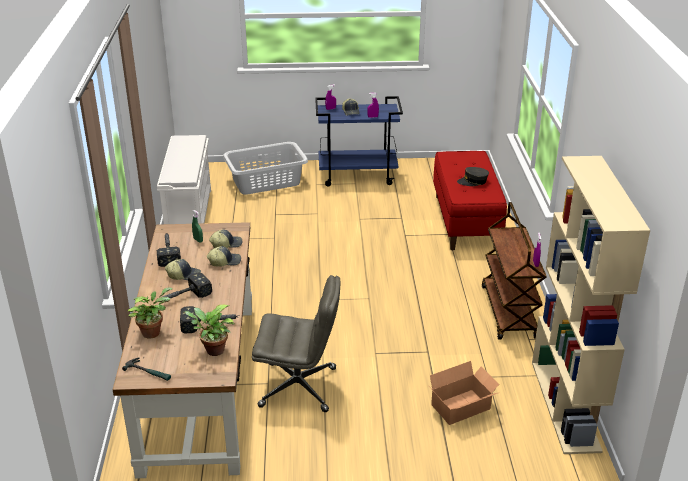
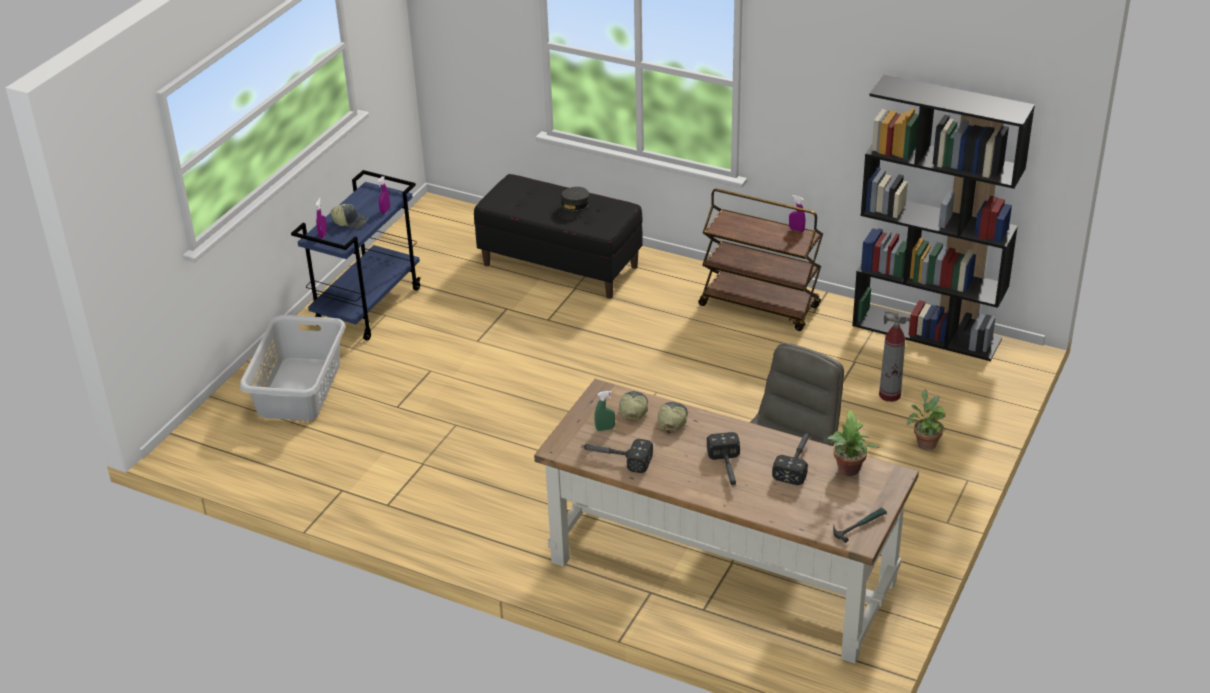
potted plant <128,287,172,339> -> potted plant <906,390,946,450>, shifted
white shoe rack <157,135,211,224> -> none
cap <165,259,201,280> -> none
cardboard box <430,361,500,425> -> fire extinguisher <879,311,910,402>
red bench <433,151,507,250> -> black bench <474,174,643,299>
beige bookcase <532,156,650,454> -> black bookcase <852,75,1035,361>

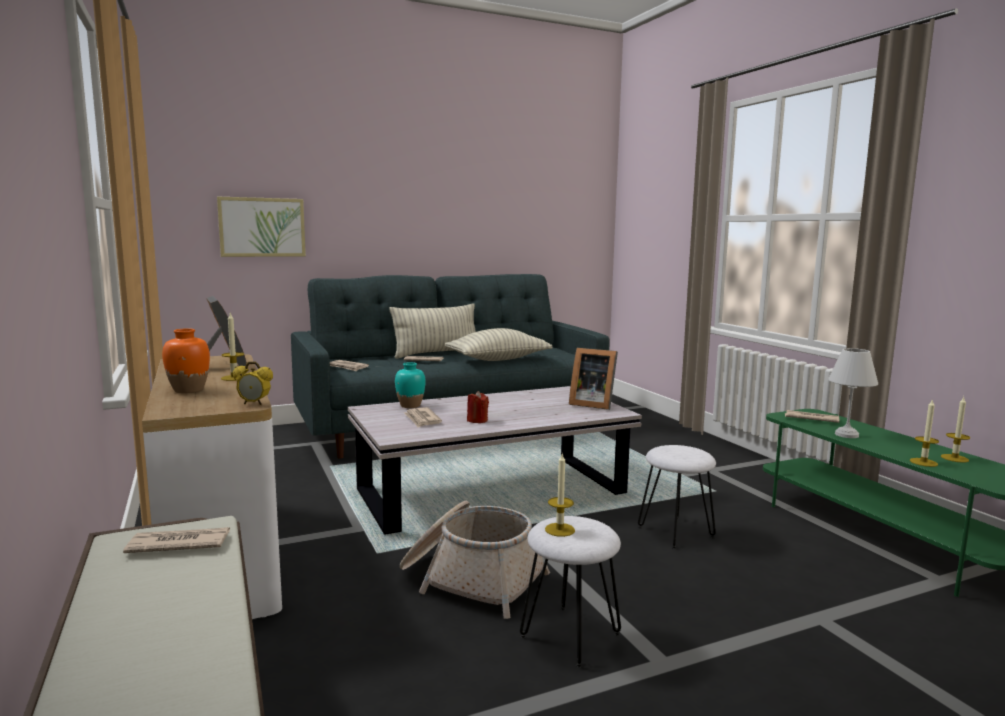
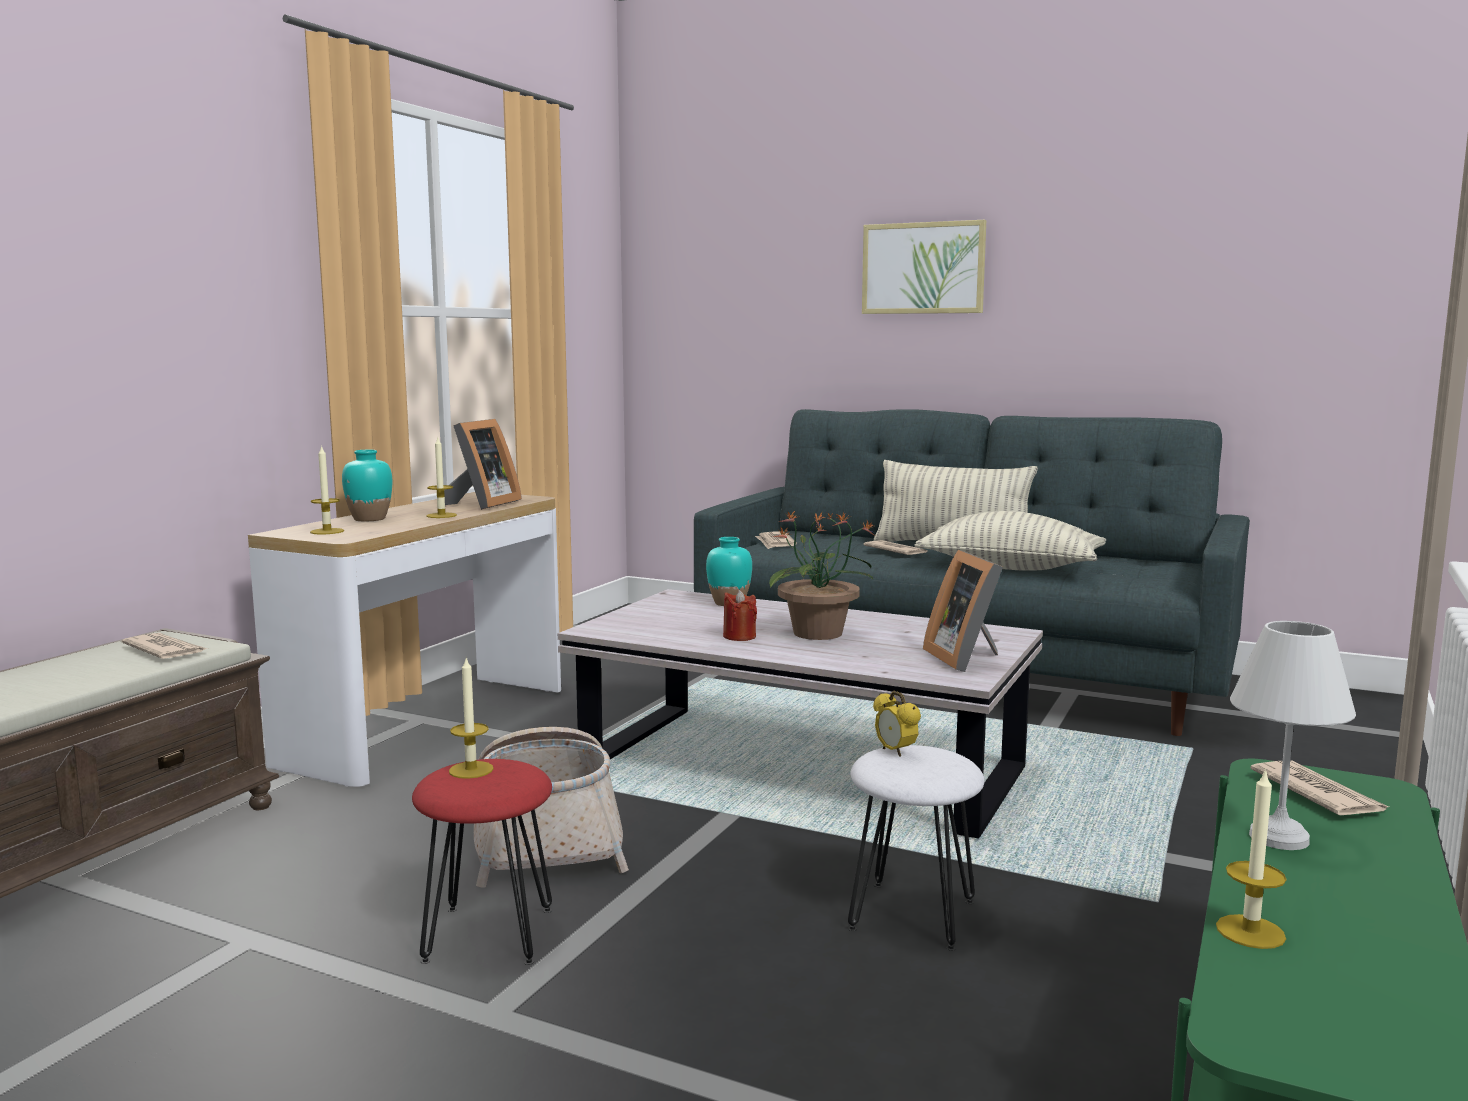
orange vase <162,328,210,393> -> turquoise vase <342,450,392,521>
picture <217,196,306,257> -> picture <862,220,986,314>, shifted
alarm clock <233,362,273,405> -> alarm clock <873,691,921,757>, shifted
newspaper <404,407,442,428> -> none
white stool <520,516,621,668> -> red stool <412,759,552,965>
candle <941,397,970,463> -> candle <310,445,344,534>, shifted
none -> potted plant <769,512,875,640>

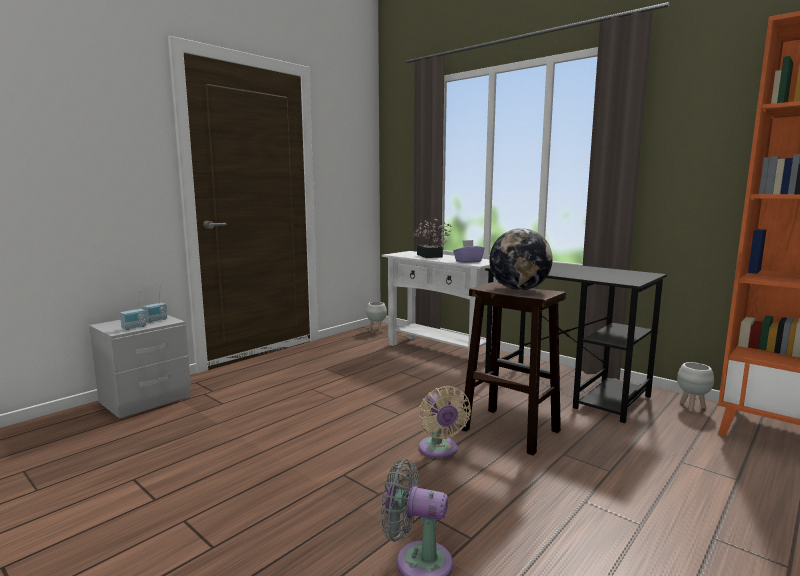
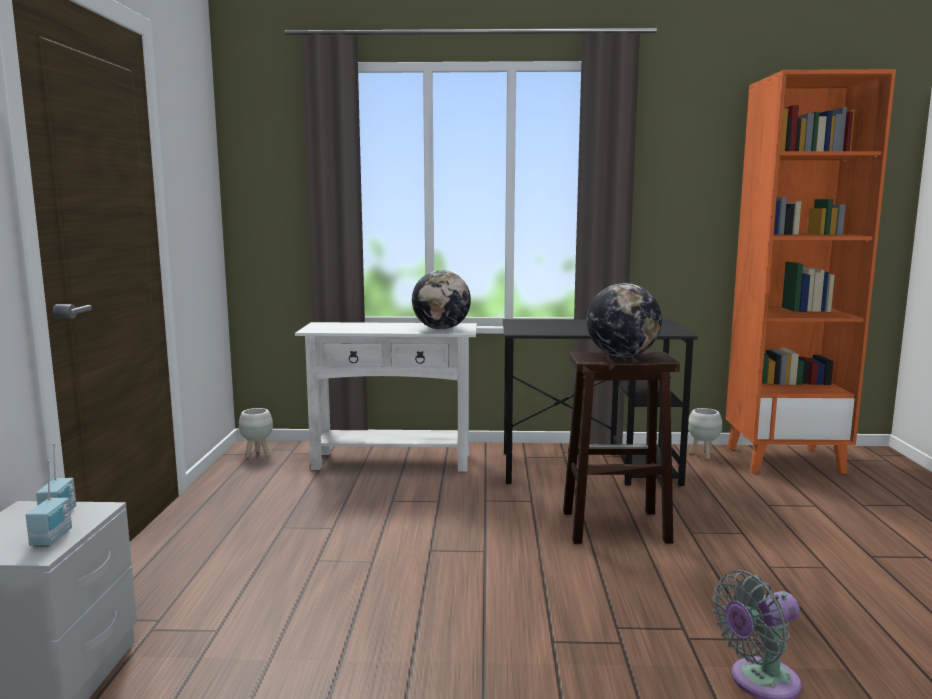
potted plant <412,219,452,258> -> none
beige fan <418,386,471,459> -> none
purple tissue box <453,240,484,263> -> globe <412,270,471,330>

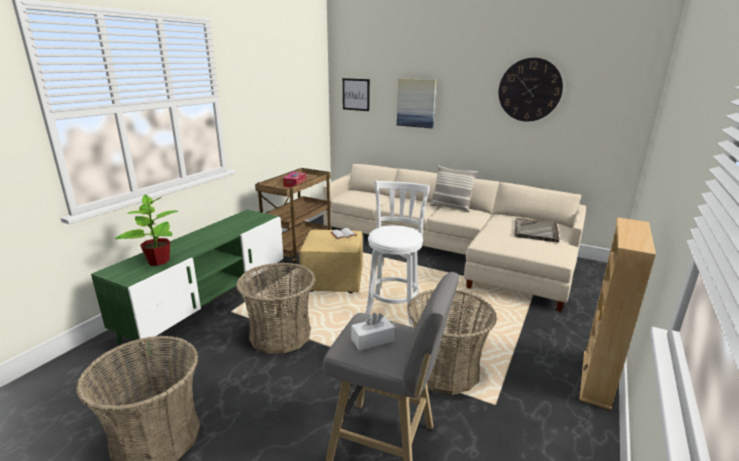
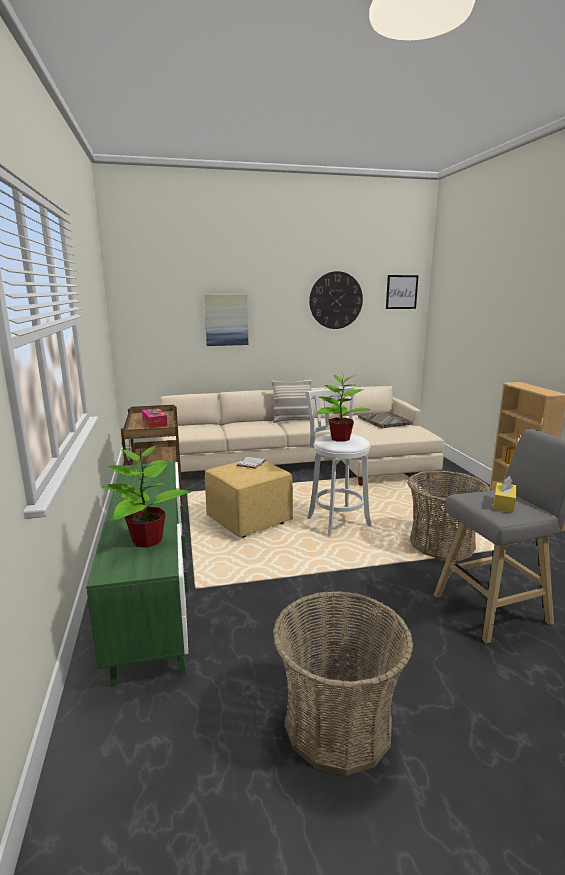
basket <236,263,315,354> -> none
picture <343,78,370,111> -> picture <386,275,419,309>, shifted
white tissue box <351,313,395,351> -> yellow tissue box <493,476,517,512>
none -> potted plant <316,372,371,442>

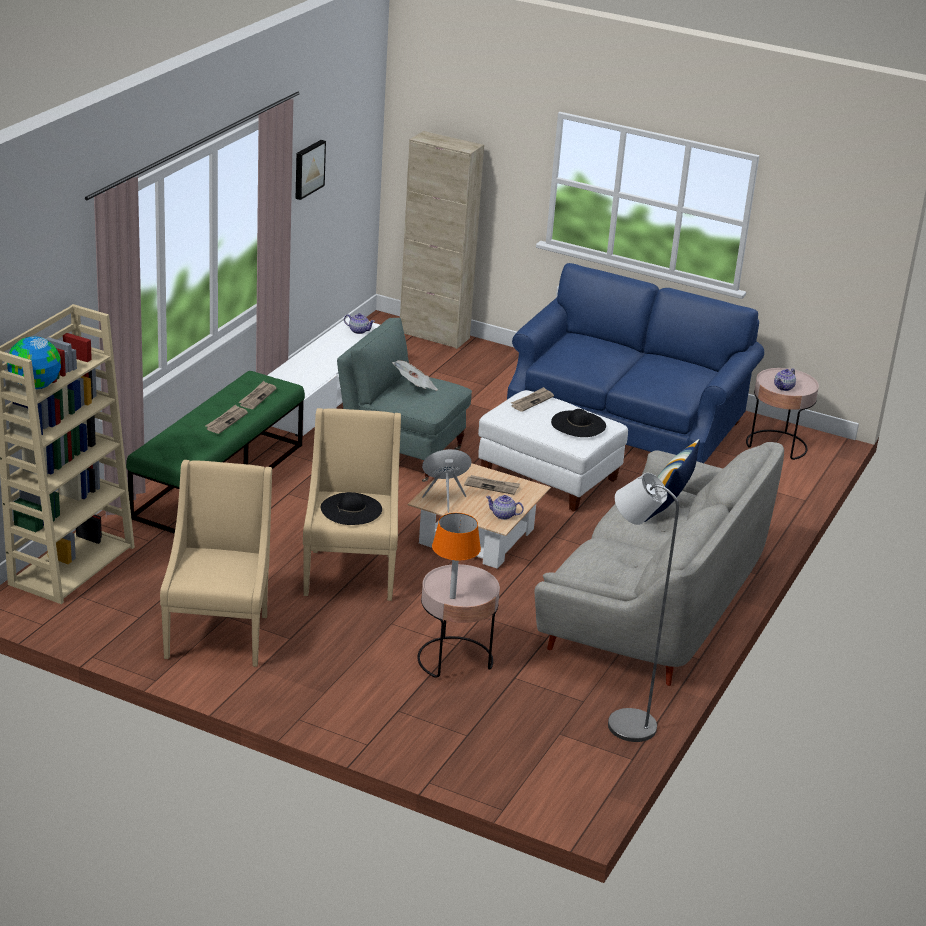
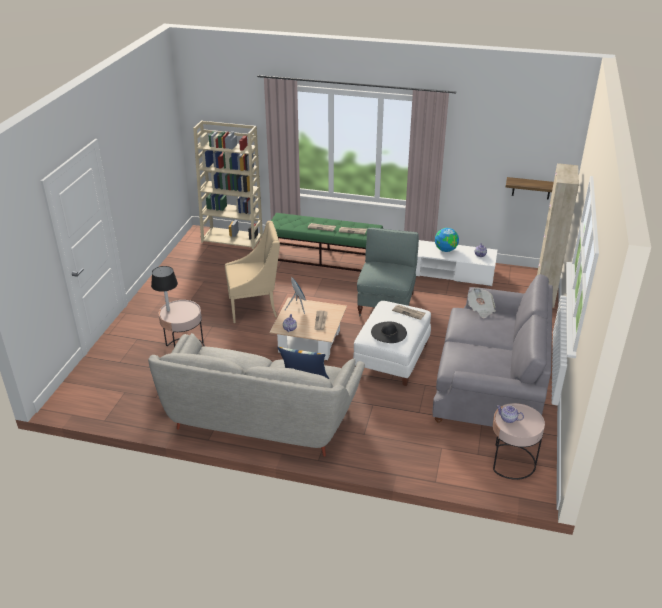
globe <7,337,61,389> -> globe <435,228,459,252>, shifted
beige armchair <160,460,272,667> -> none
picture <296,140,326,200> -> none
black hat <321,492,382,525> -> none
newspaper <392,360,438,390> -> newspaper <468,287,496,318>, shifted
orange table lamp <432,513,481,599> -> black table lamp <151,266,178,312>
blue sofa <507,263,764,463> -> grey sofa <433,274,553,427>
grey floor lamp <608,473,679,742> -> none
none -> shelf <506,177,554,200>

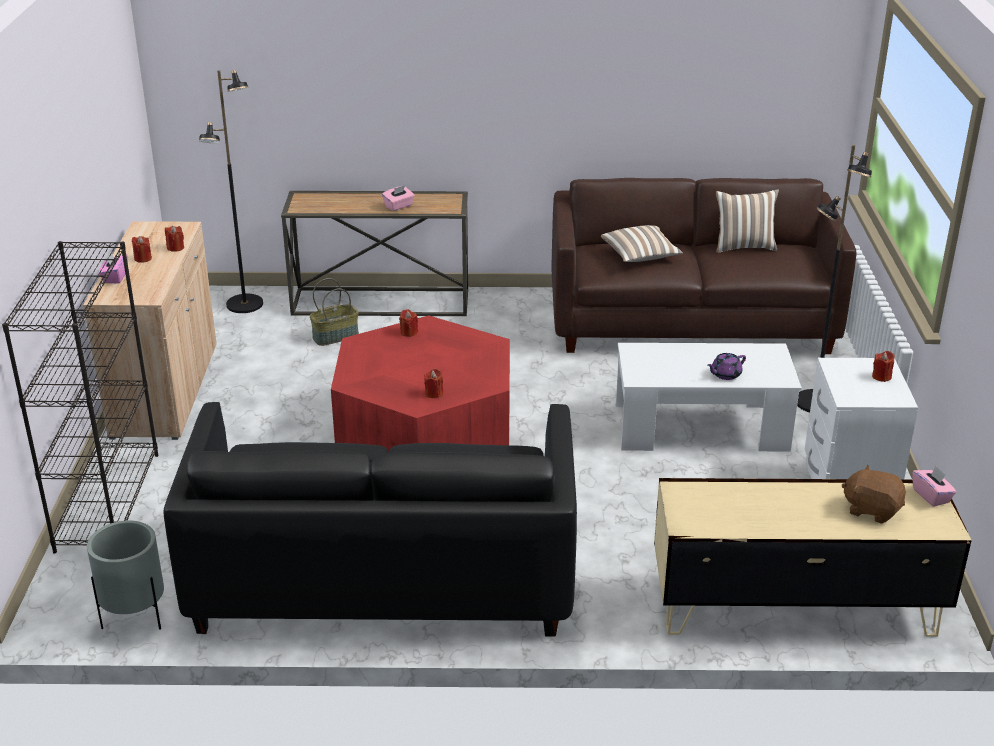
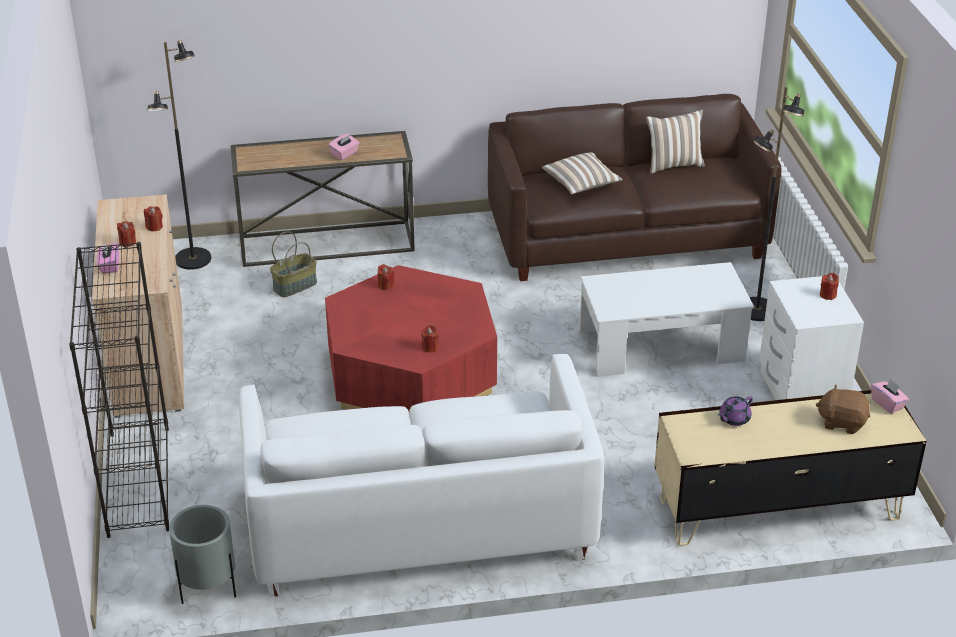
black sofa <164,402,577,636> -> white sofa <239,354,604,597>
purple teapot <707,353,746,380> -> purple teapot <718,396,753,426>, shifted

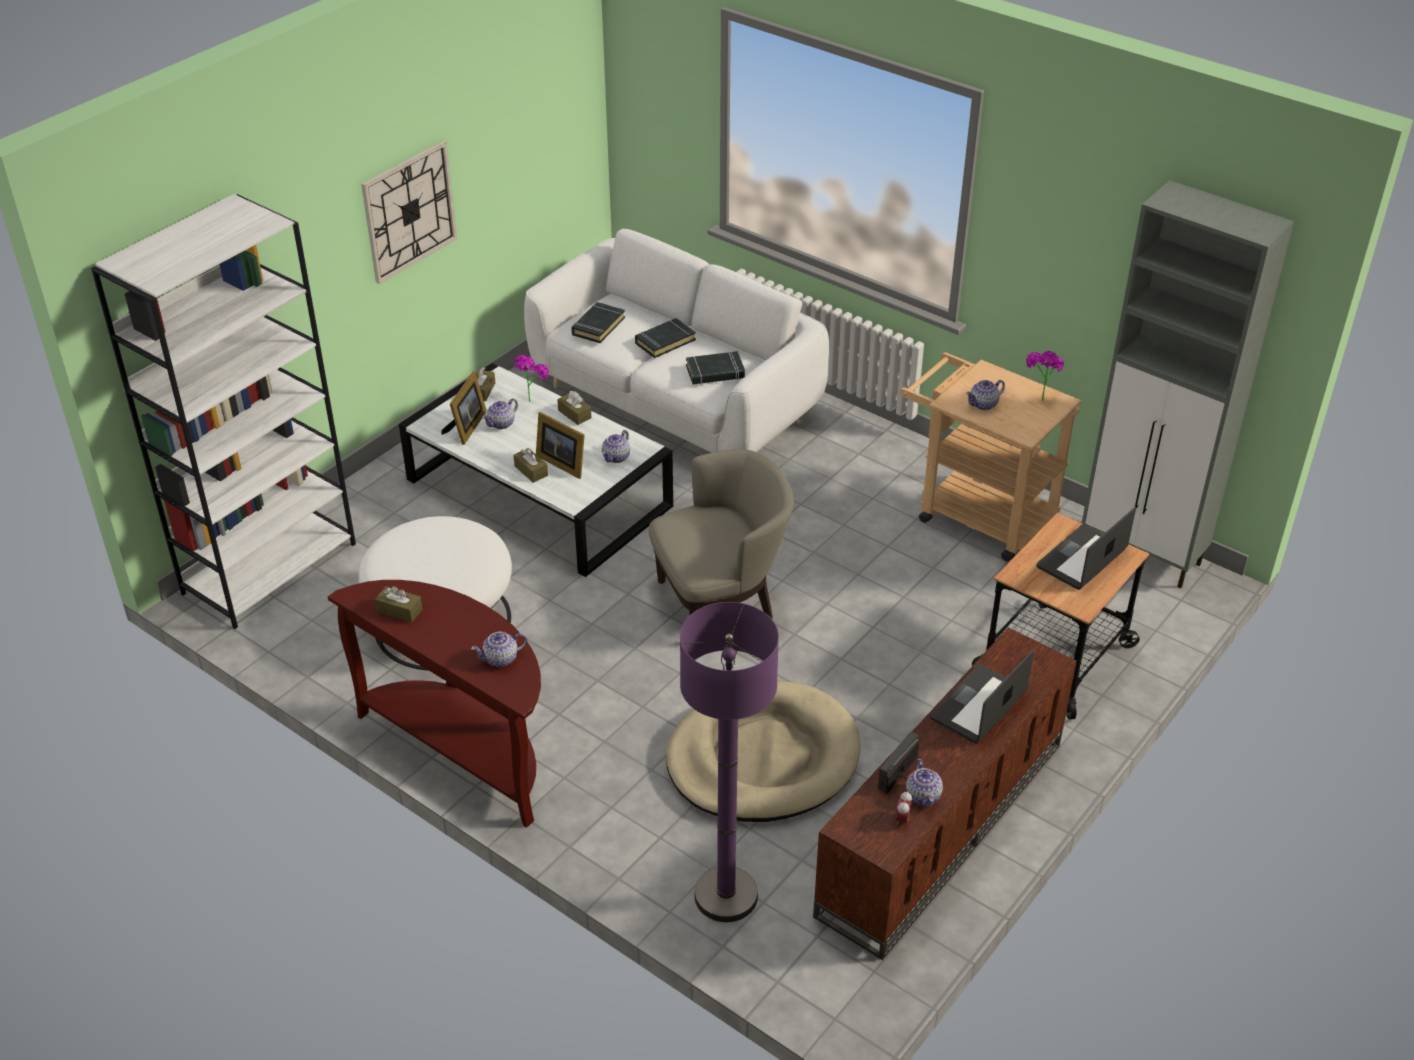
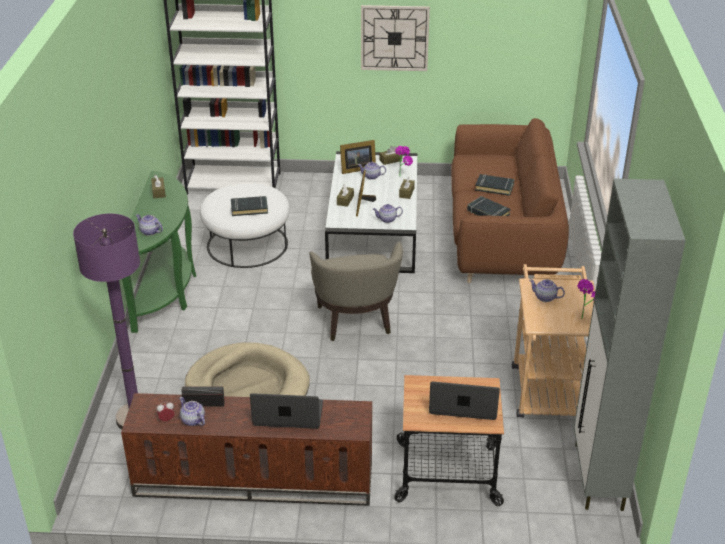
brown console table <328,580,541,827> -> green console table <122,171,196,333>
white sofa <524,229,829,453> -> brown sofa <451,118,569,283>
black book <571,302,625,343> -> black book <231,196,268,216>, shifted
beige armchair <649,449,794,619> -> beige armchair <310,242,403,341>, 45 degrees clockwise
teapot <906,759,943,808> -> teapot <179,397,205,426>, 90 degrees clockwise

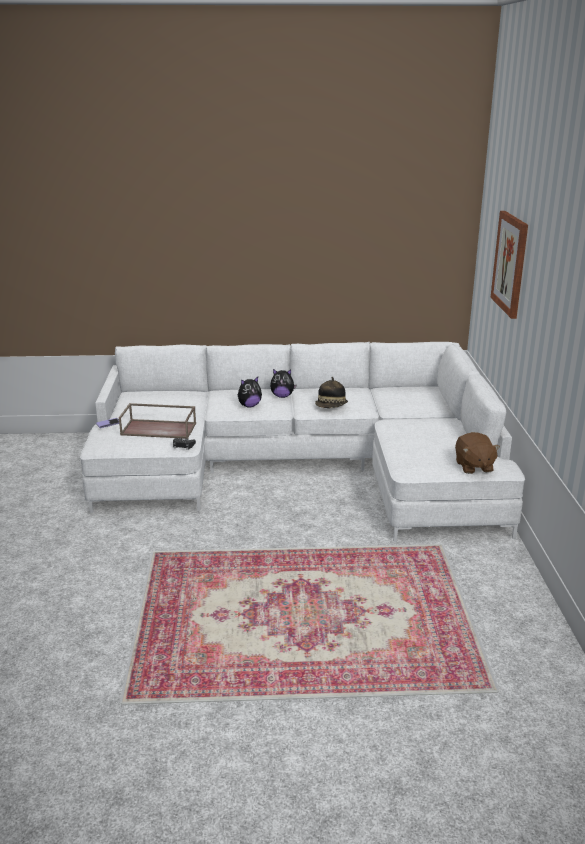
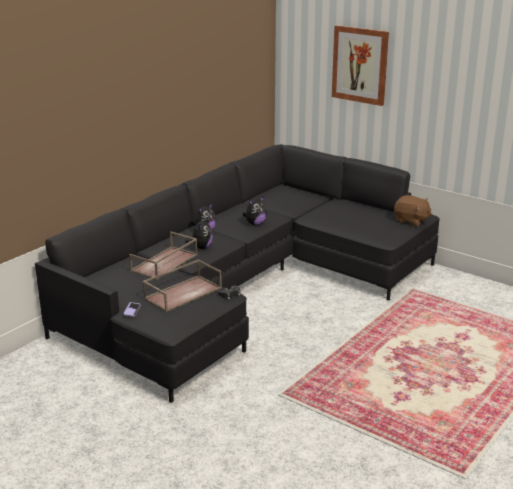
white sofa <80,342,525,542> -> black sofa <35,144,440,403>
hat <315,377,348,408> -> plush toy <243,197,267,225>
none -> brown tray <129,232,198,280>

